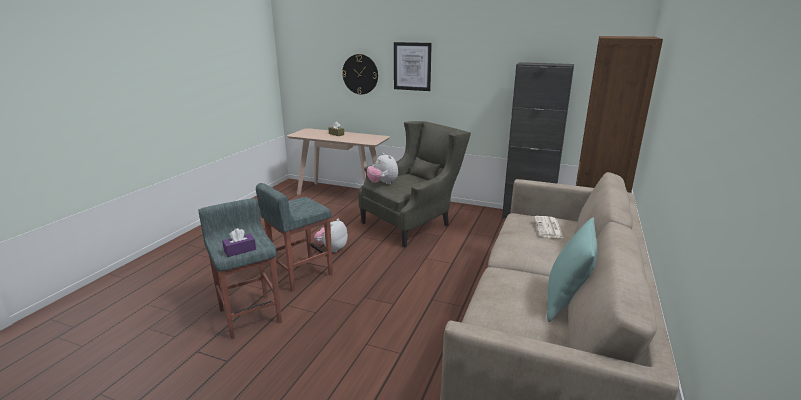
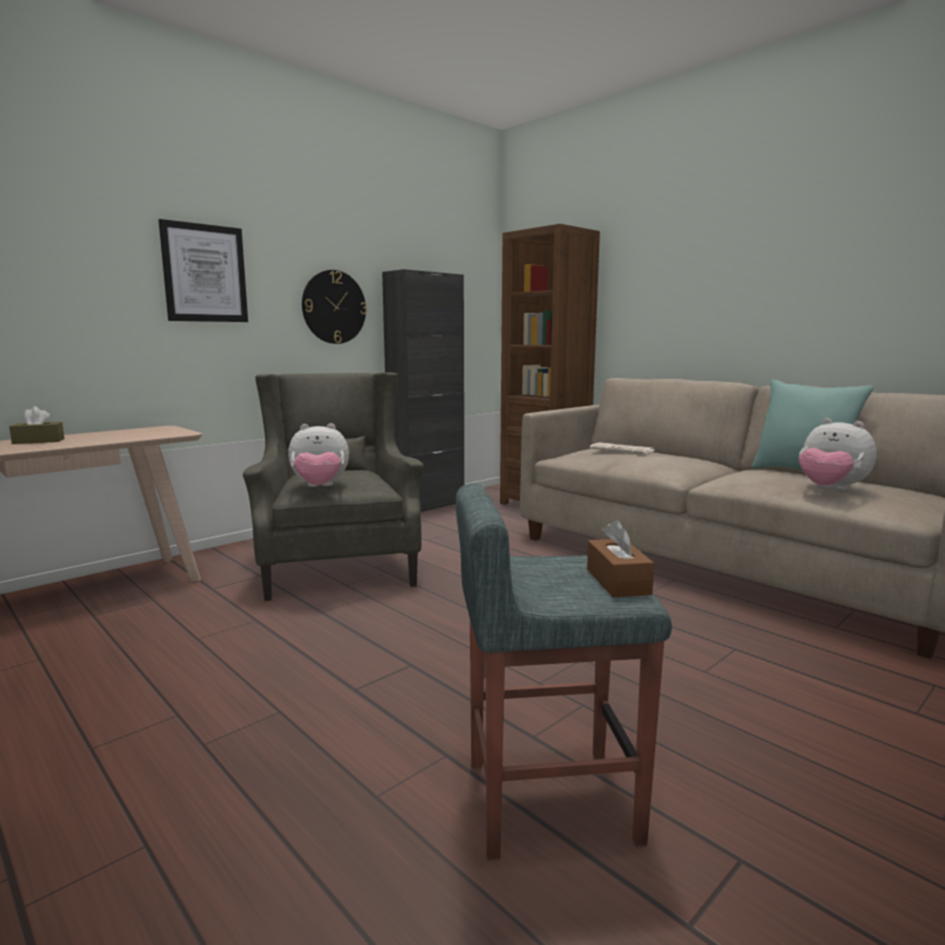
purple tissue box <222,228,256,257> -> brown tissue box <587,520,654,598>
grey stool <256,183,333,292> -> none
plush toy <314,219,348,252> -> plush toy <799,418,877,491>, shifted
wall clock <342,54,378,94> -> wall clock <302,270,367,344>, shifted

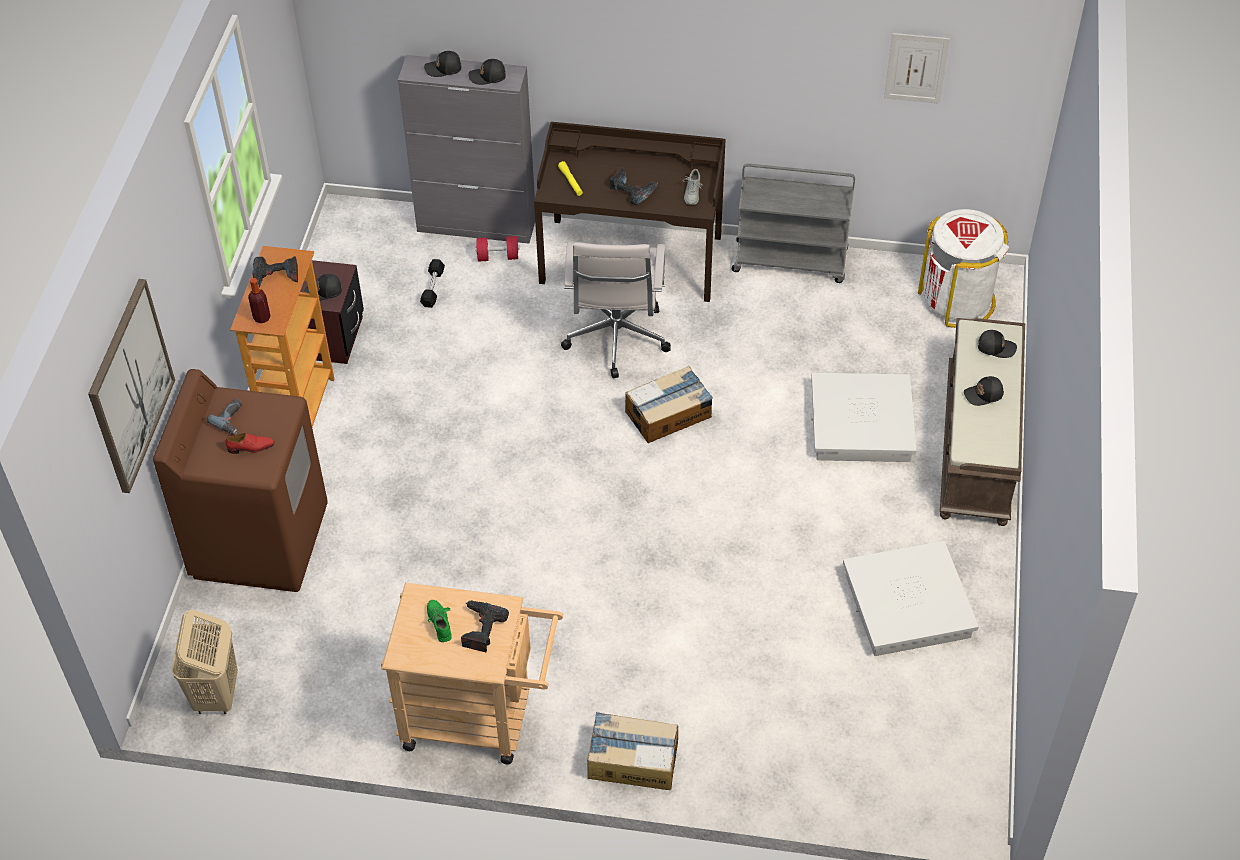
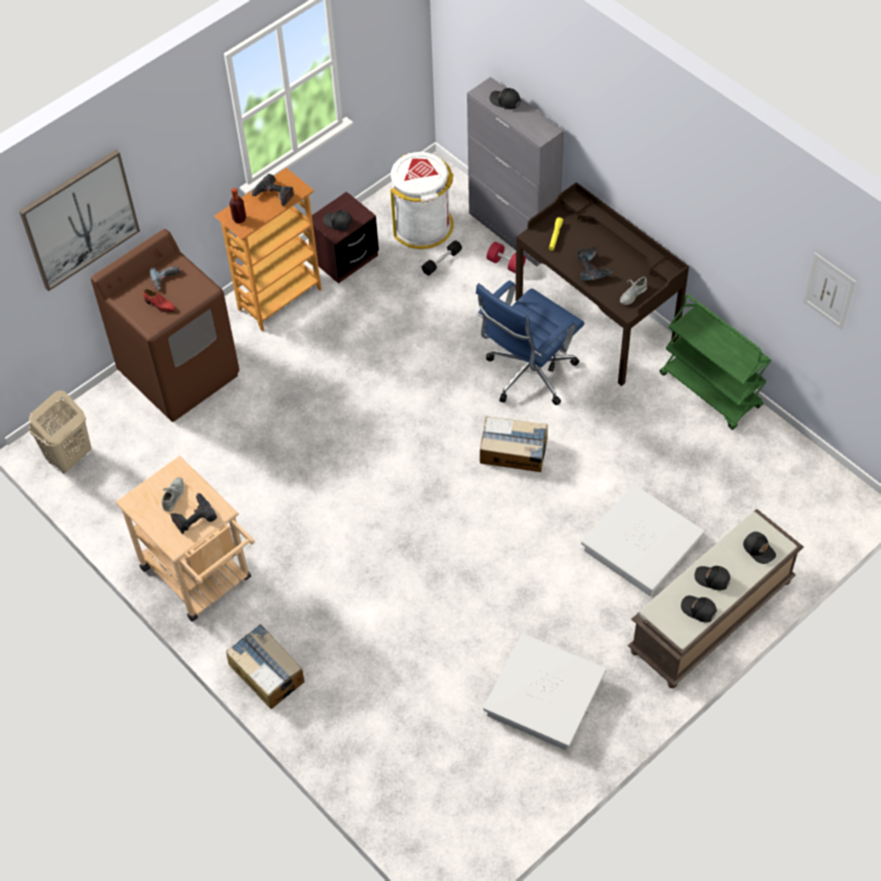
green shoe <427,600,452,642> -> grey shoe <162,477,184,512>
black cap <468,59,506,85> -> black cap <681,596,717,623>, shifted
white office chair <561,241,671,379> -> blue office chair <476,280,584,406>
grey cart <732,163,855,283> -> green cart <660,294,771,430>
white trash can <918,209,1009,328> -> white trash can <391,152,454,249>, shifted

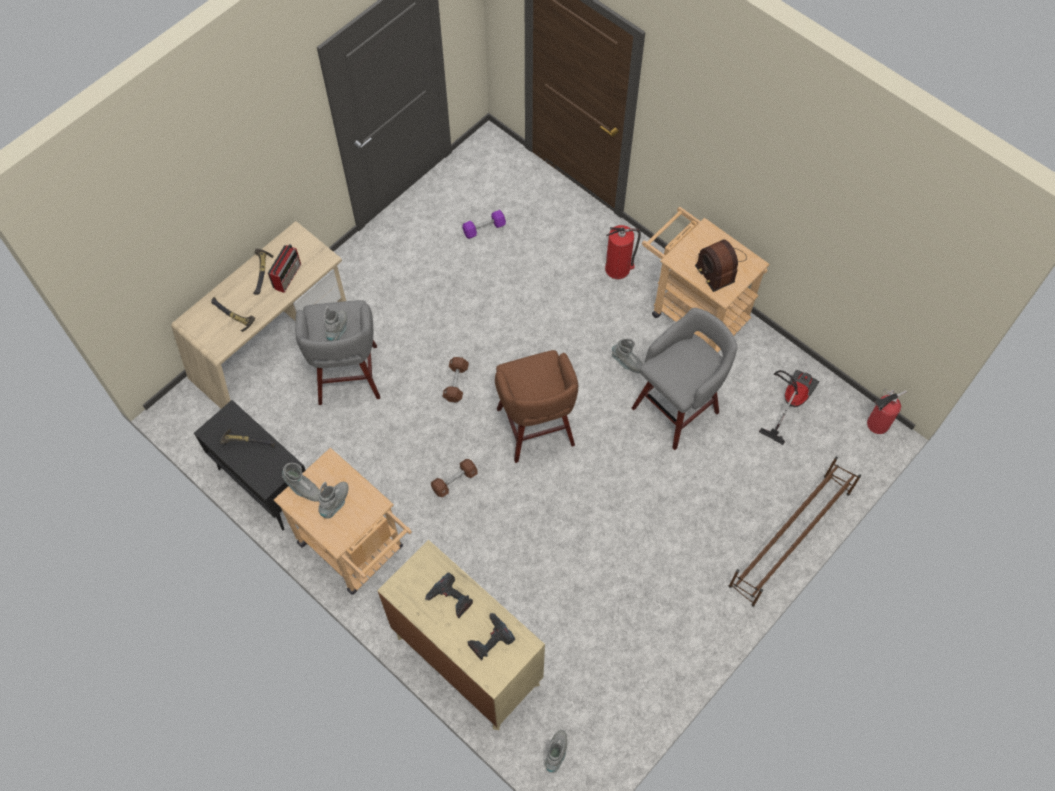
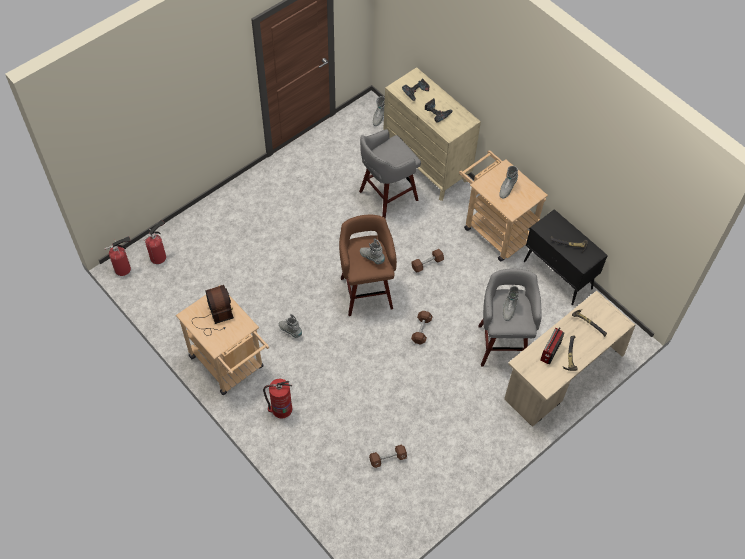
grey boot <282,463,320,502> -> grey boot <360,238,385,264>, shifted
purple dumbbell <462,210,506,239> -> brown dumbbell <369,445,407,468>
grey stool <632,308,737,450> -> grey stool <359,129,421,219>, shifted
brown shoe rack <729,457,861,607> -> none
vacuum cleaner <759,370,819,445> -> none
none -> fire extinguisher <143,220,166,264>

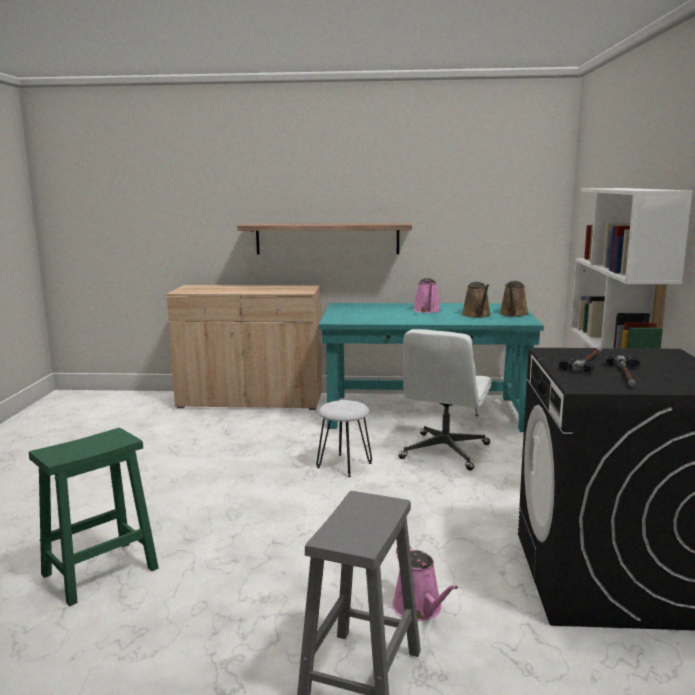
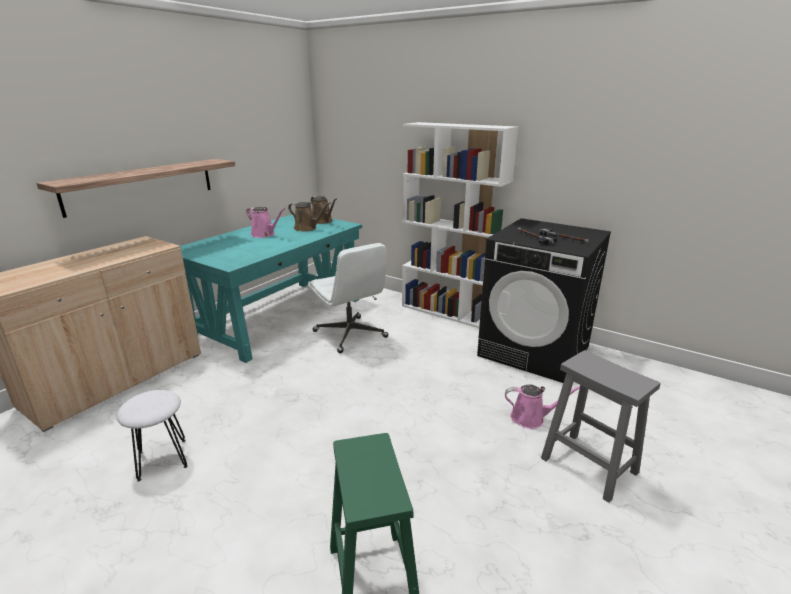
white stool <316,400,372,477> -> white stool <117,390,188,482>, shifted

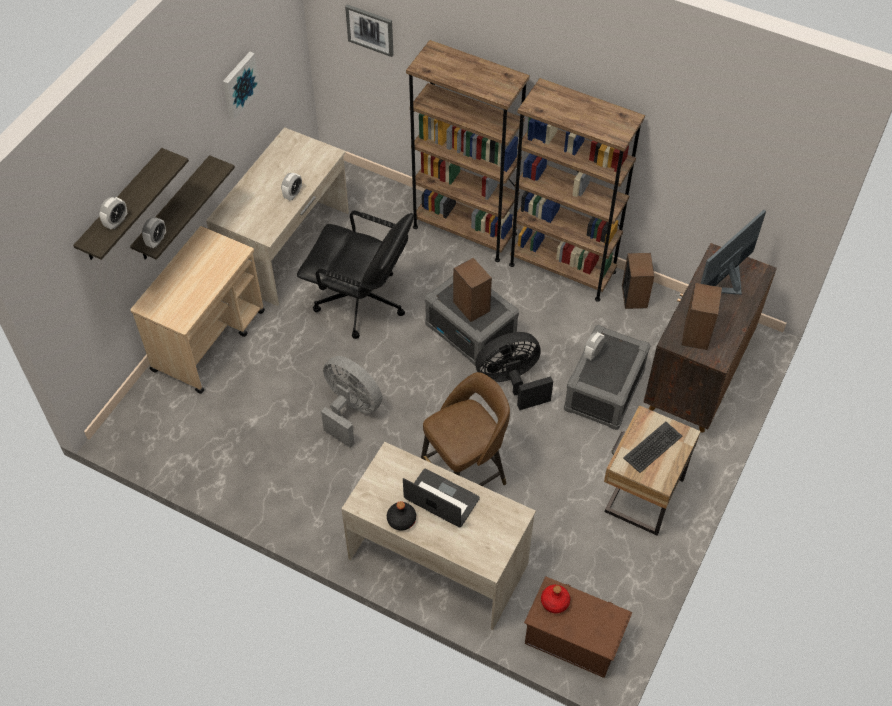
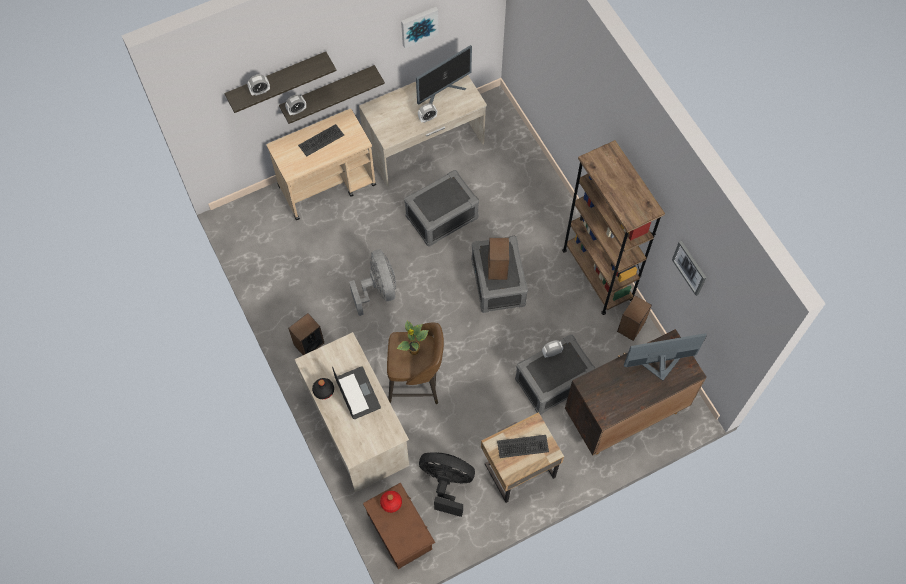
black office chair <297,211,414,339> -> grey storage box <404,170,479,247>
picture <345,5,394,57> -> picture <672,241,706,296>, shifted
brown bookcase <406,40,530,262> -> none
black fan <475,332,553,410> -> black fan <419,452,475,517>, shifted
speaker <682,283,722,350> -> speaker <288,313,324,355>, shifted
none -> keyboard <298,124,344,157>
none -> potted plant <396,320,429,355>
none -> monitor <416,45,472,105>

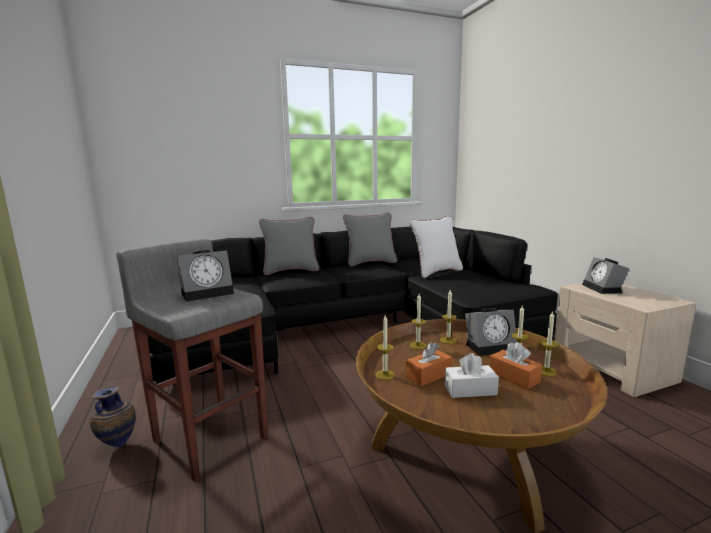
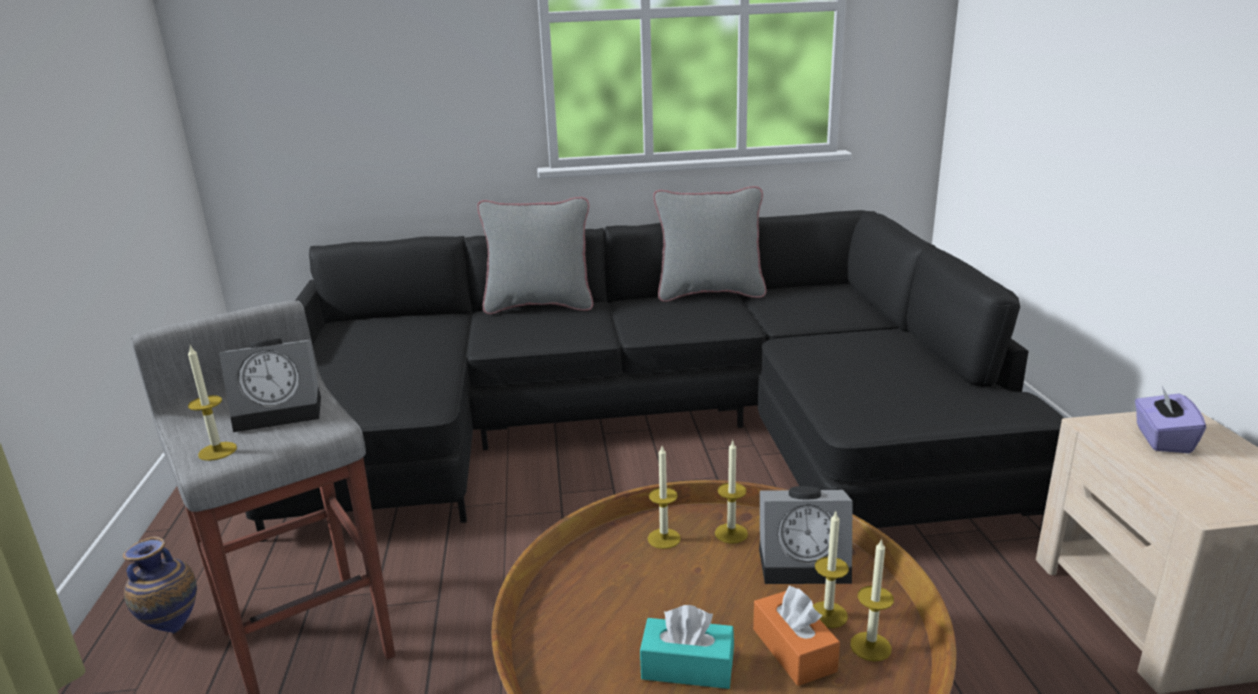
candle <375,315,395,380> -> candle <188,345,237,461>, shifted
orange tissue box <405,342,452,386> -> none
white pillow <409,216,463,278> -> none
white tissue box <445,353,499,398> -> turquoise tissue box <640,605,734,689>
alarm clock <582,257,629,294> -> purple tissue box <1135,386,1206,453>

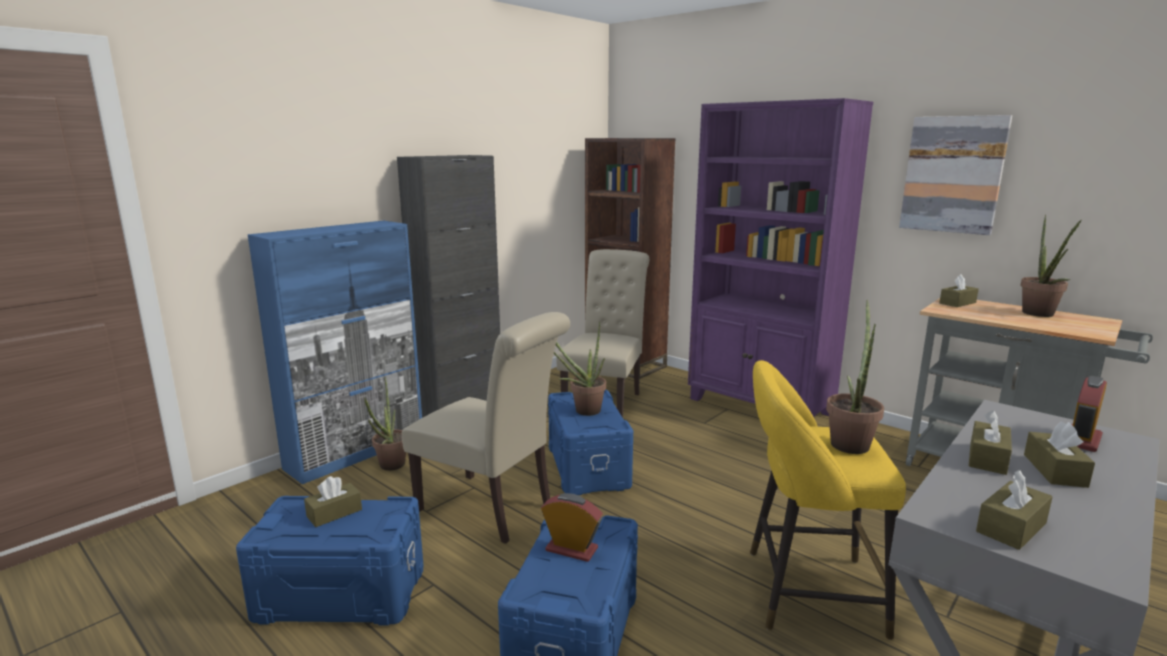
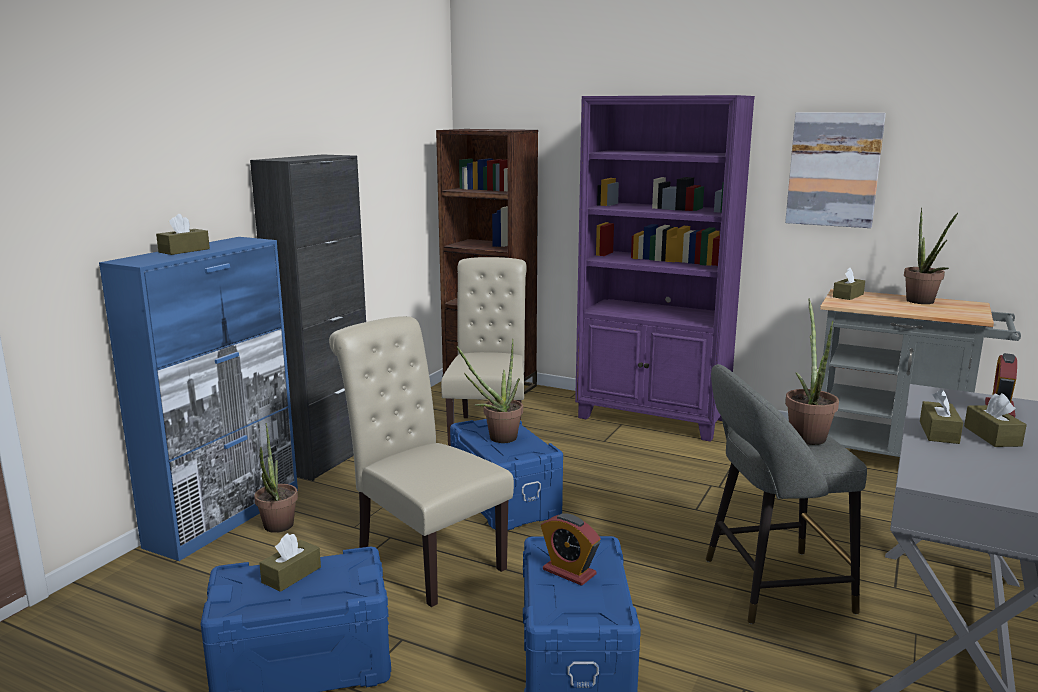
beige chair <402,312,570,544> -> beige chair <329,316,514,607>, 150 degrees counterclockwise
alarm clock <541,493,603,562> -> alarm clock <541,513,601,586>, 150 degrees counterclockwise
yellow stool <750,360,906,640> -> grey stool <706,364,867,624>
brown tissue box <976,470,1053,550> -> brown tissue box <156,214,210,255>, shifted

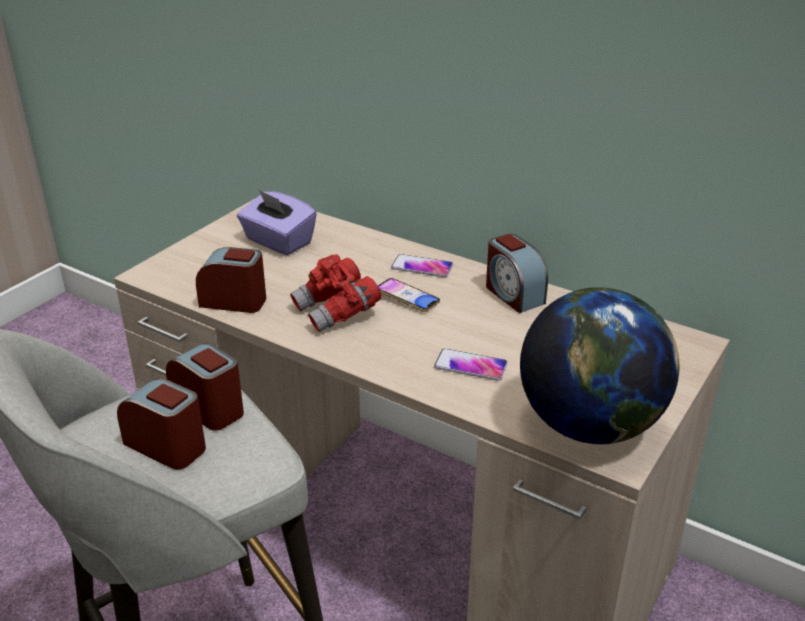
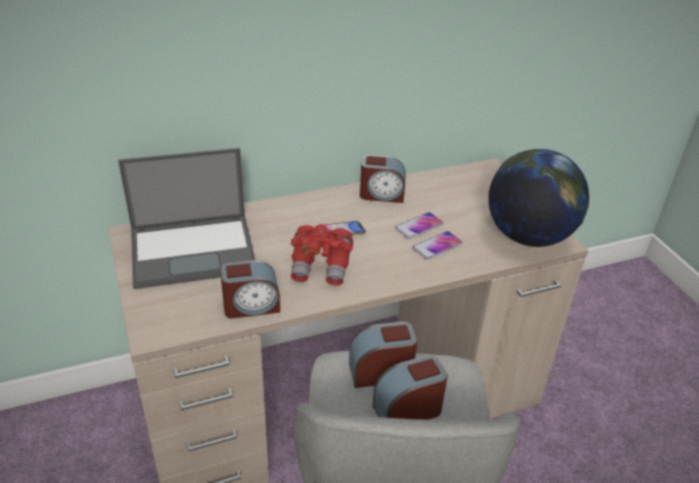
alarm clock <196,247,266,313> -> alarm clock <220,261,280,318>, 150 degrees counterclockwise
purple tissue box <237,189,317,255> -> laptop <118,148,256,289>
phone <391,254,453,277> -> phone <395,212,443,239>, shifted

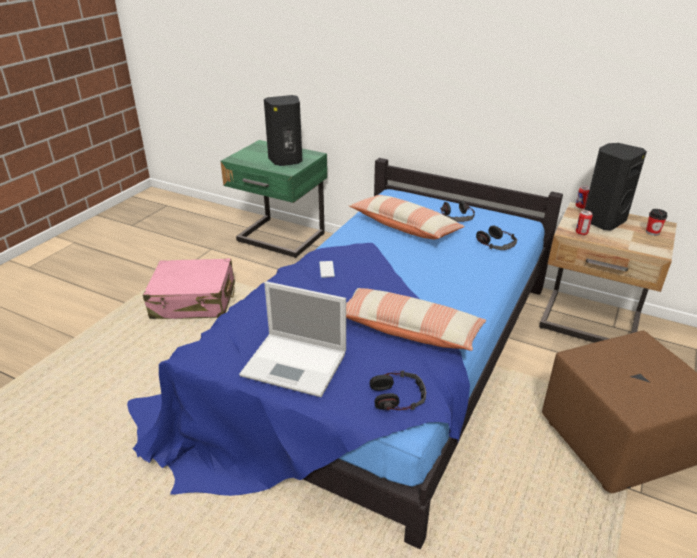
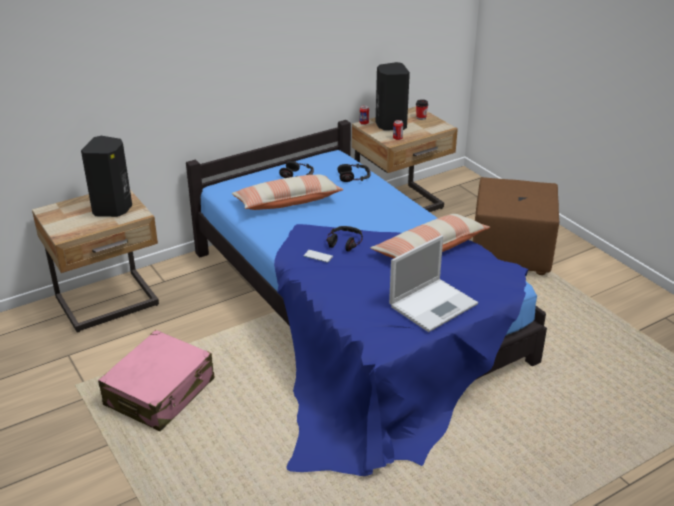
green nightstand <220,140,327,258> -> beige nightstand <32,190,159,332>
headphones <370,370,426,410> -> headphones <326,226,363,252>, shifted

